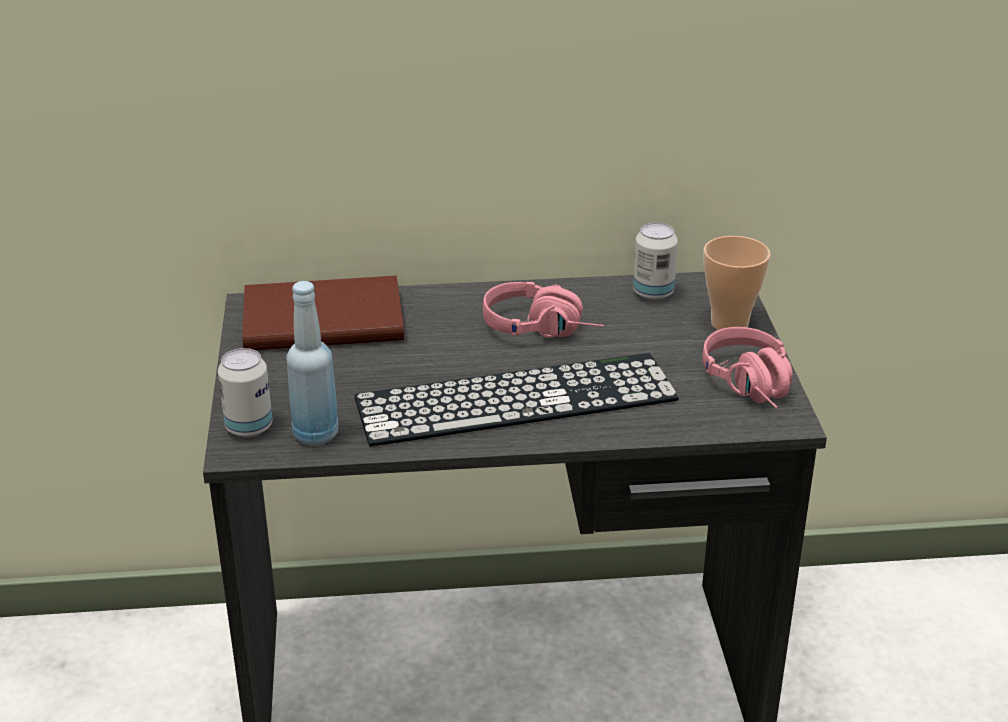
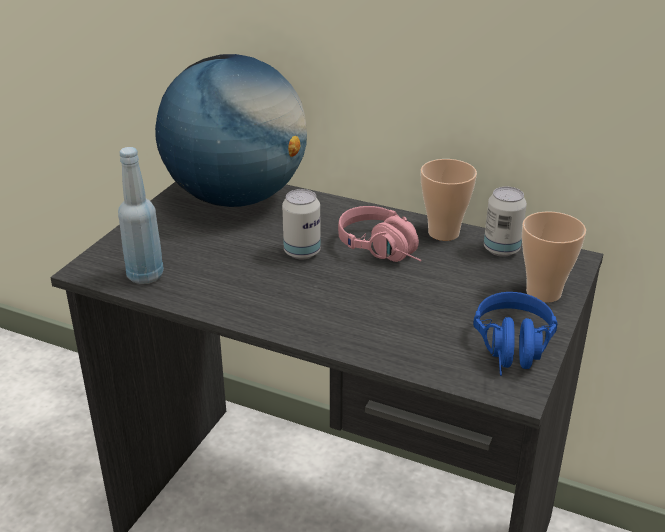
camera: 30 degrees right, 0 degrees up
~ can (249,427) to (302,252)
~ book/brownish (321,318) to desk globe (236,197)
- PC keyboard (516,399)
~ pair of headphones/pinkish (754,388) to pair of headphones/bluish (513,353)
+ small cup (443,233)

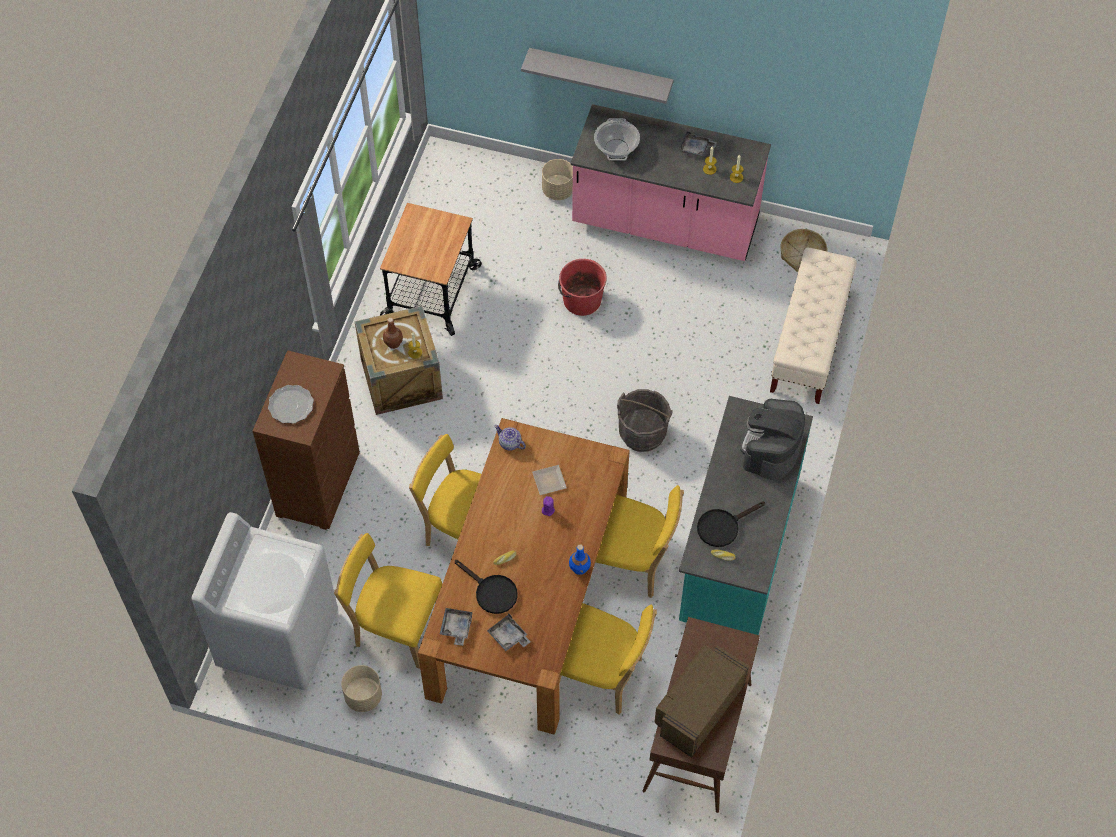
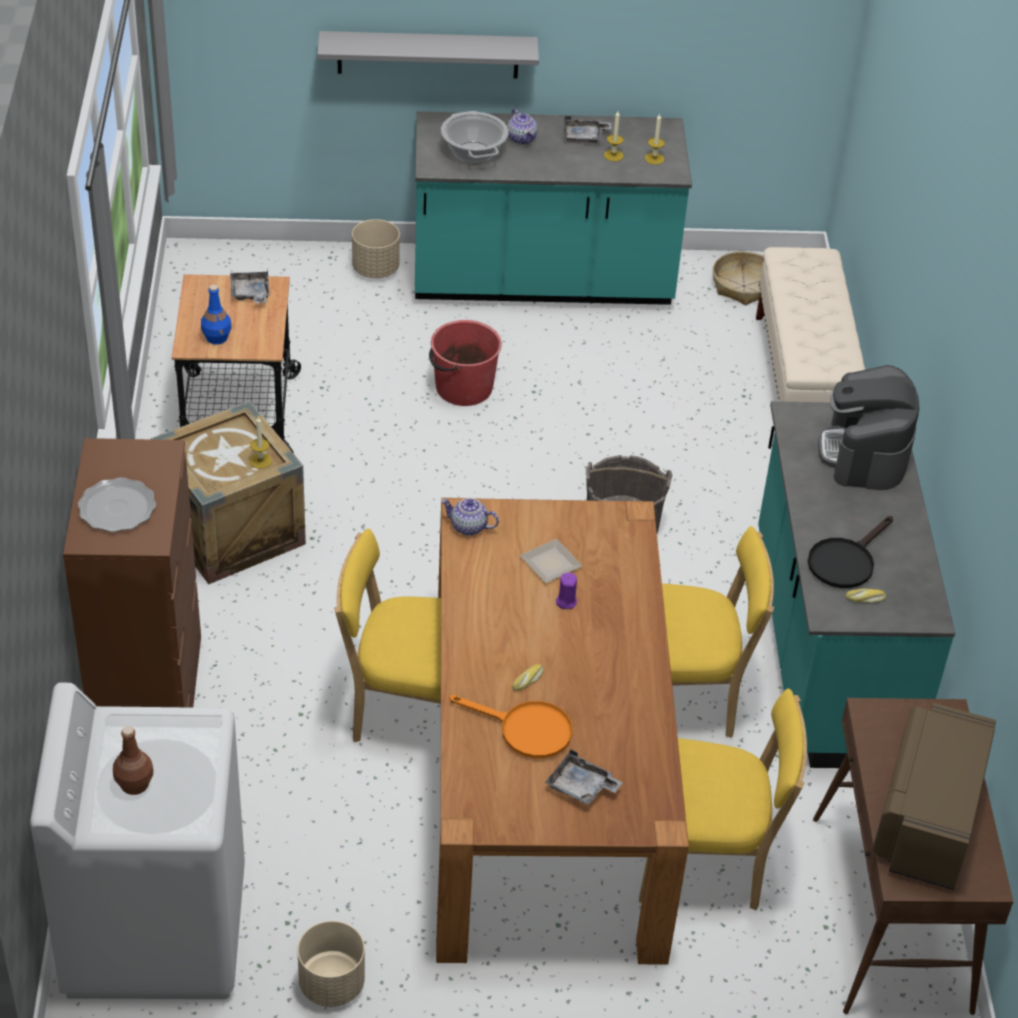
camera: 20 degrees left, 15 degrees down
- plain chair/yellowish (395,627)
~ drink bottle/brownish (393,342) to (134,783)
~ carrying tray/greyish (456,628) to (250,293)
~ pan/blackish (491,592) to pan/orangey (526,730)
~ drink bottle/bluish (580,567) to (217,337)
~ kitchen counter/pinkish (665,224) to kitchen counter/turquoise (542,282)
+ tea pot (521,138)

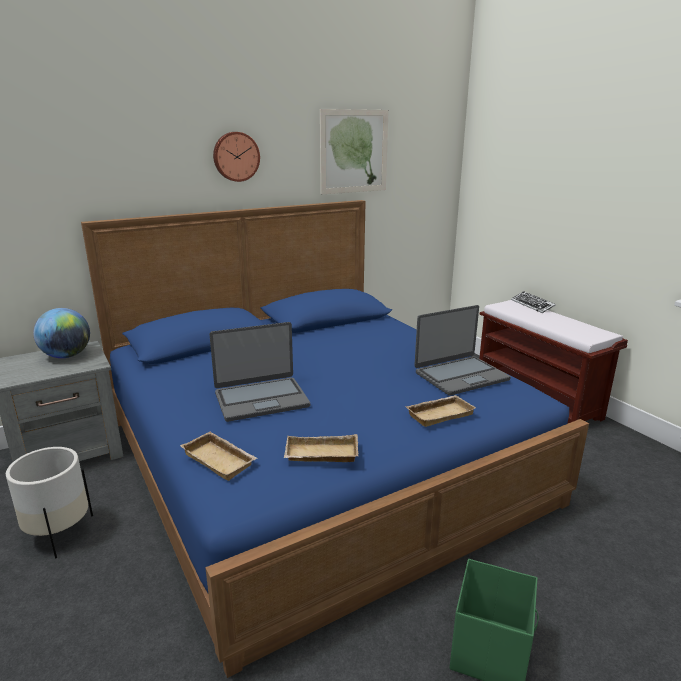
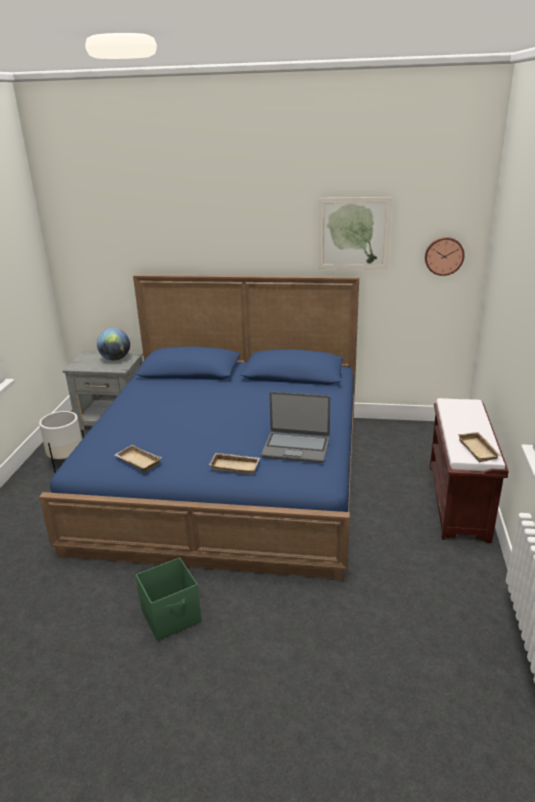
camera: 40 degrees right, 5 degrees up
~ carrying tray/beige-coloured (221,459) to (479,450)
- laptop (261,399)
~ wall clock (236,156) to (444,255)
- PC keyboard (532,305)

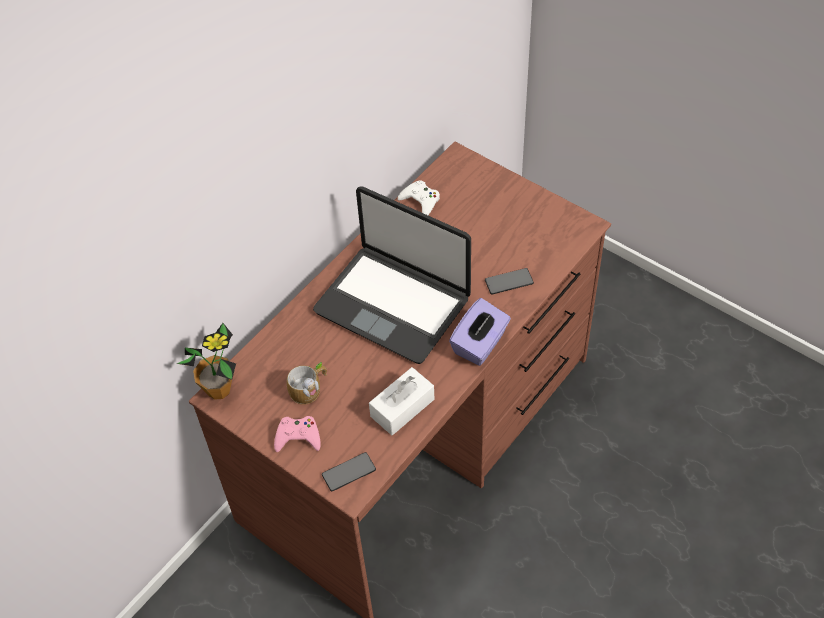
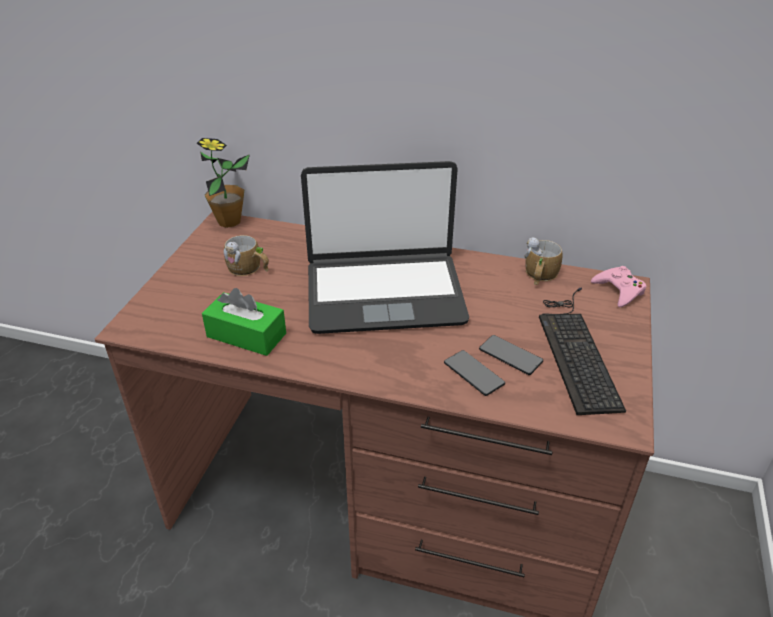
camera: 65 degrees right, 15 degrees down
~ game controller/pinkish (298,437) to (619,290)
~ laptop (393,304) = (384,293) 105 degrees counterclockwise
~ phone (349,472) to (510,356)
~ tissue box/white-coloured (402,408) to tissue box/green (246,335)
~ game controller/white-coloured (420,201) to tea mug (539,275)
- tissue box/purple-coloured (480,344)
+ PC keyboard (576,349)

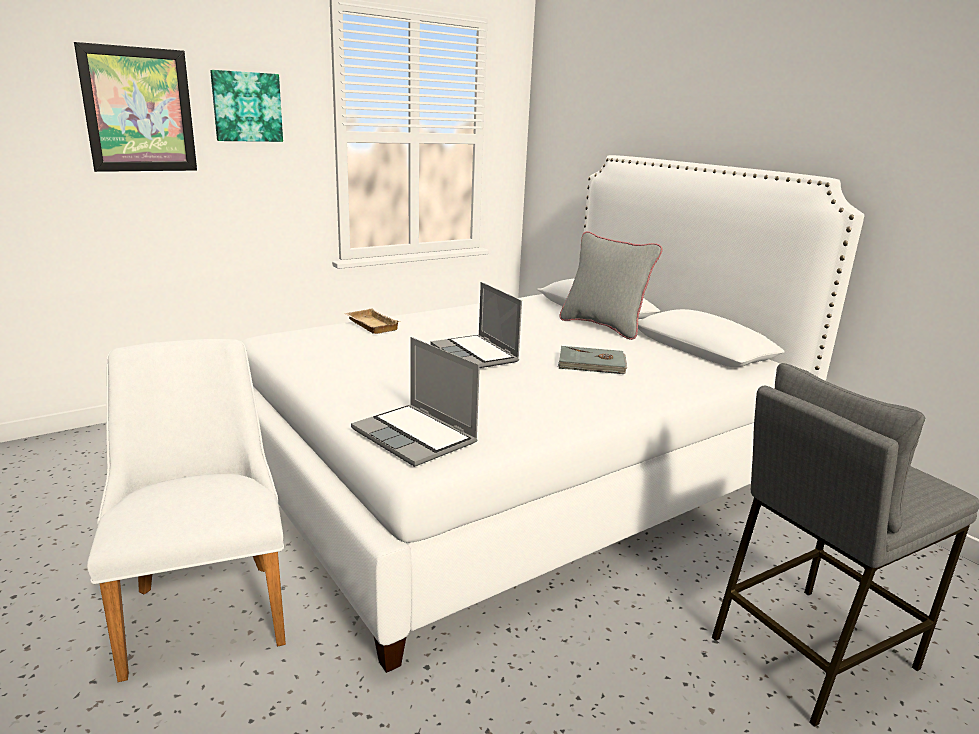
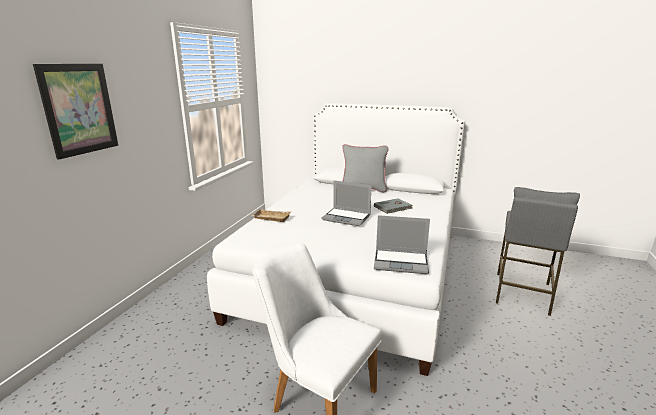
camera: 35 degrees left, 0 degrees up
- wall picture (247,107)

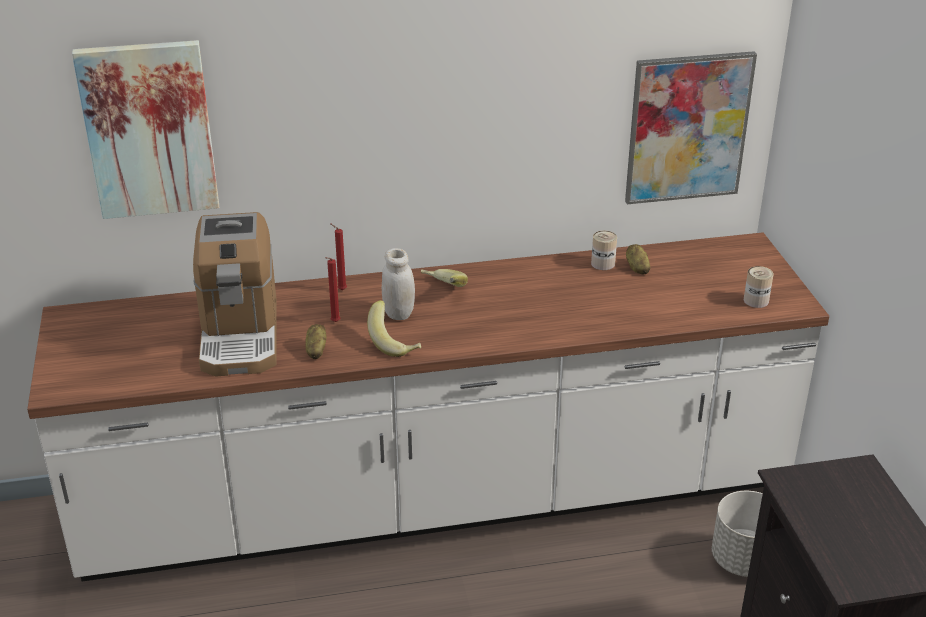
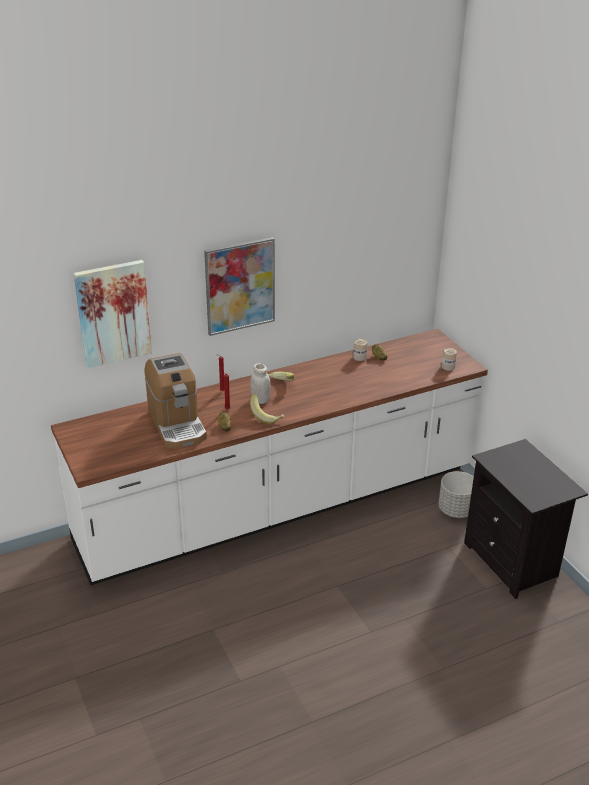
camera: 15 degrees left, 0 degrees up
~ wall picture (688,128) to (240,286)

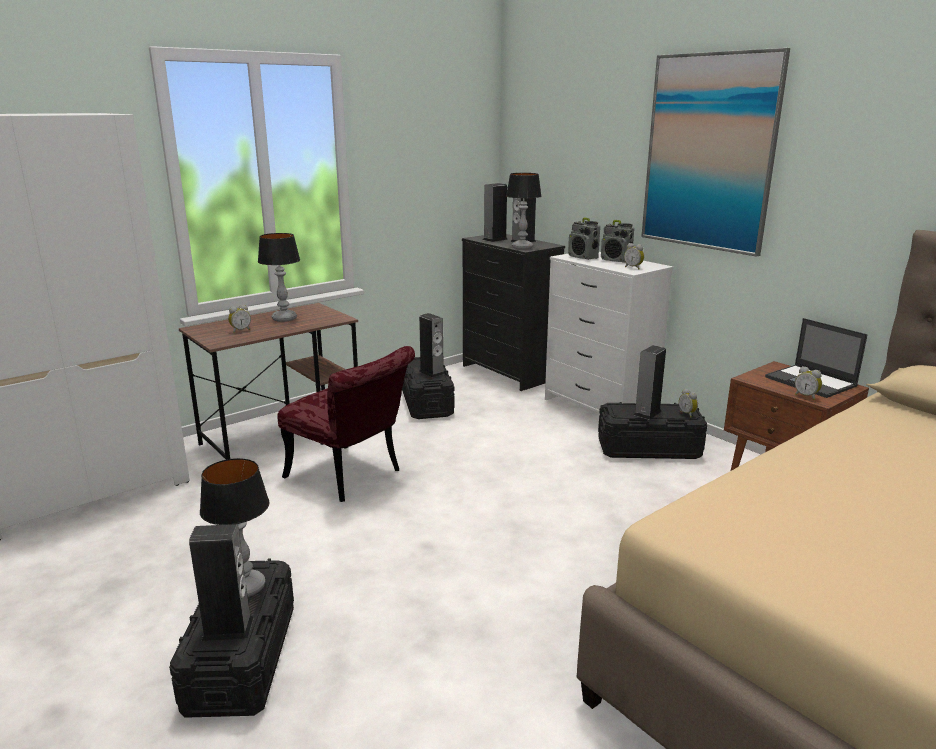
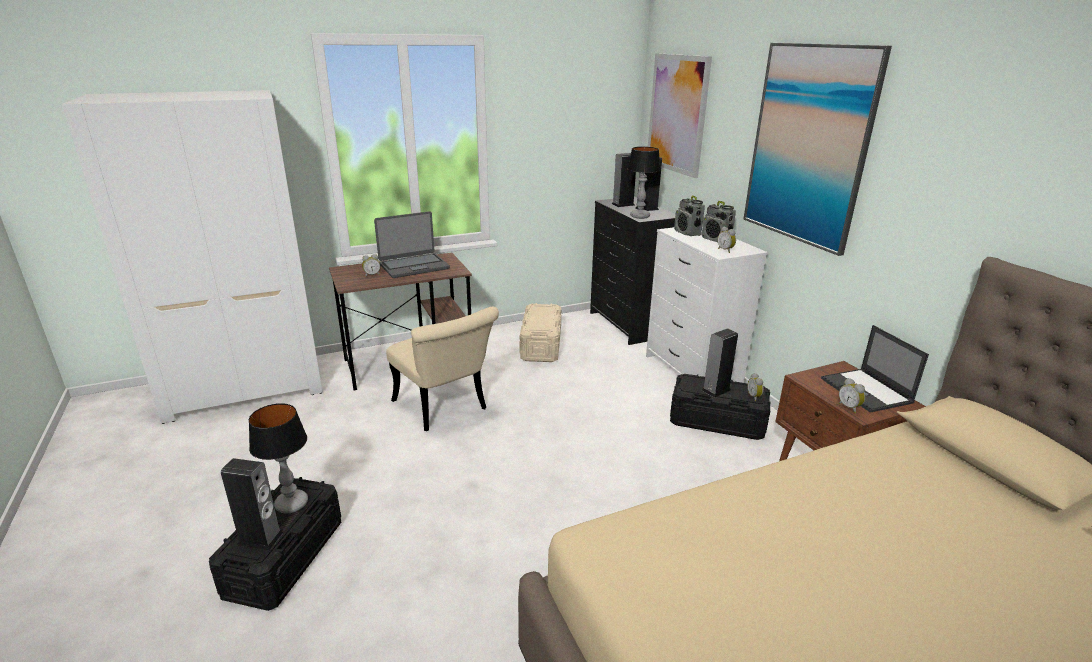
camera: 15 degrees right, 5 degrees up
~ tabletop lamp (284,318) to laptop (414,266)
~ plain chair/red (351,477) to plain chair/beige-coloured (445,409)
~ storage container/blackish (426,402) to storage container/beige-coloured (541,345)
- audio speaker (432,372)
+ wall picture (677,114)

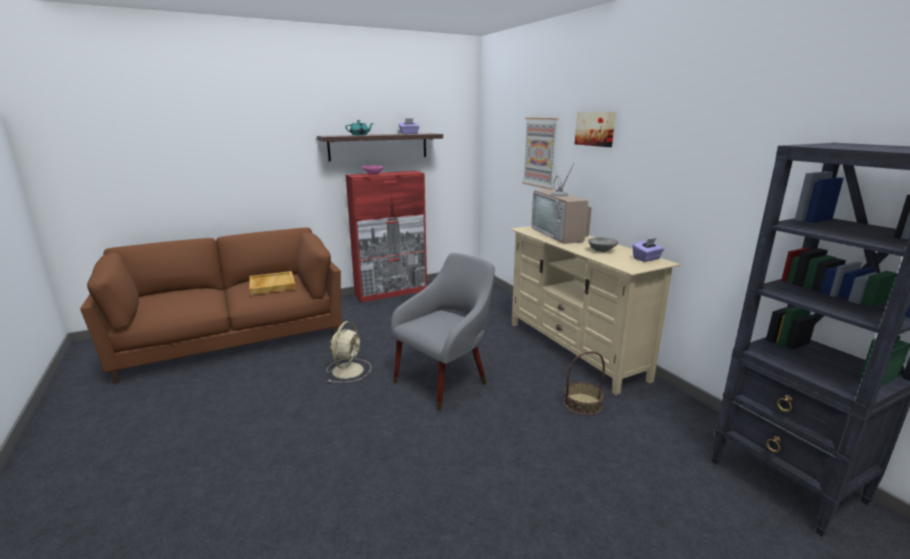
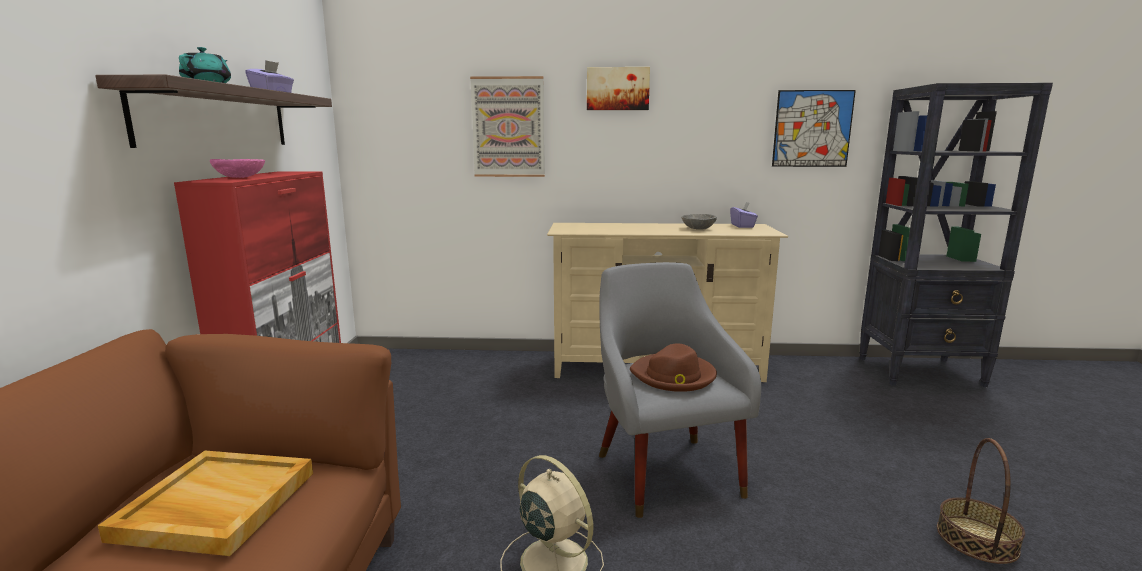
camera: 60 degrees left, 5 degrees down
- TV set (560,234)
~ household basket (582,404) to (977,539)
+ hat/brownish (673,376)
+ wall picture (812,129)

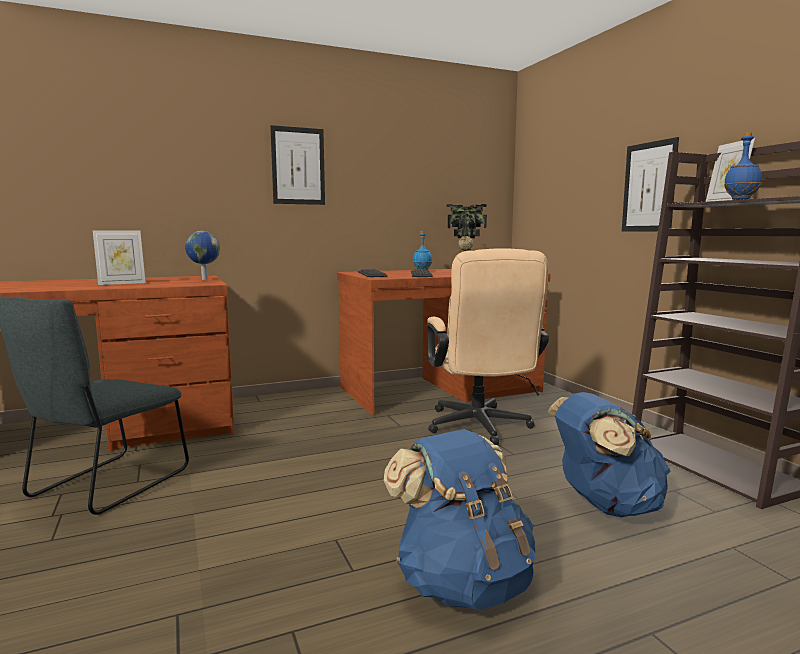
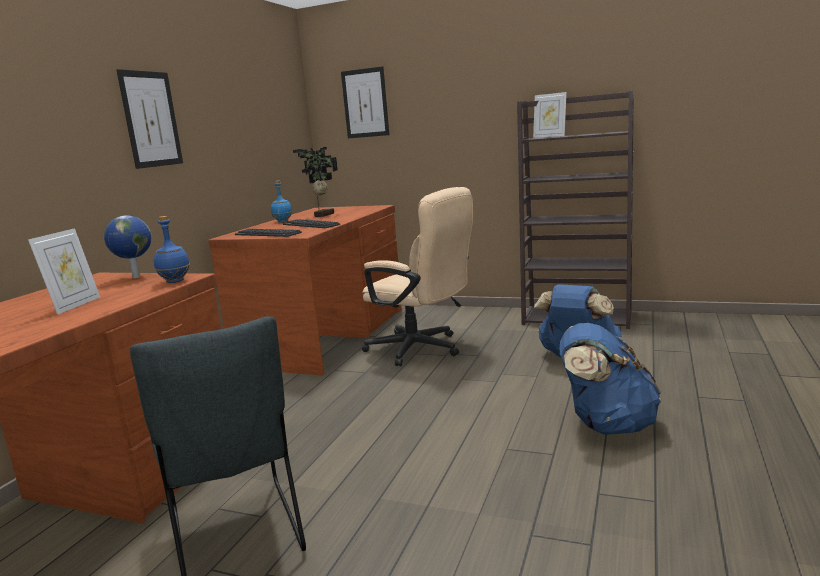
camera: 45 degrees left, 5 degrees up
~ wall picture (649,187) to (365,103)
~ drink bottle/bluish (740,199) to (174,281)

